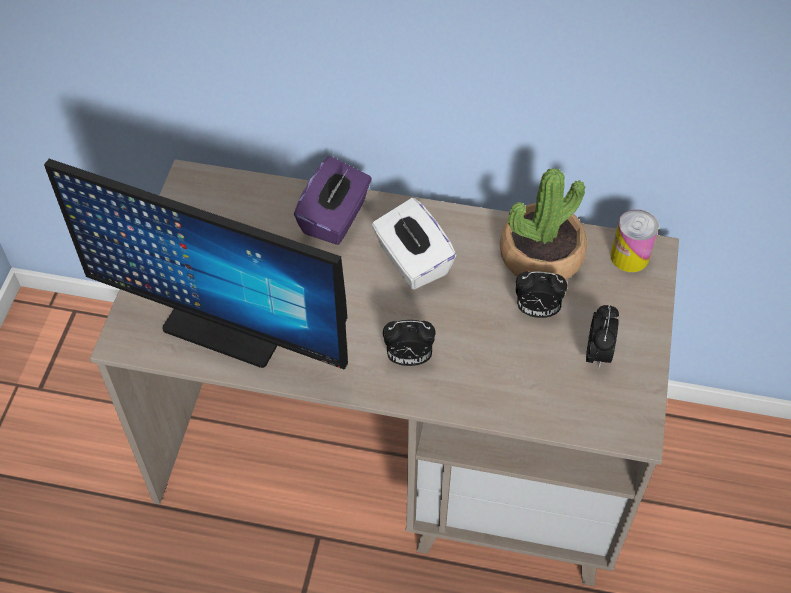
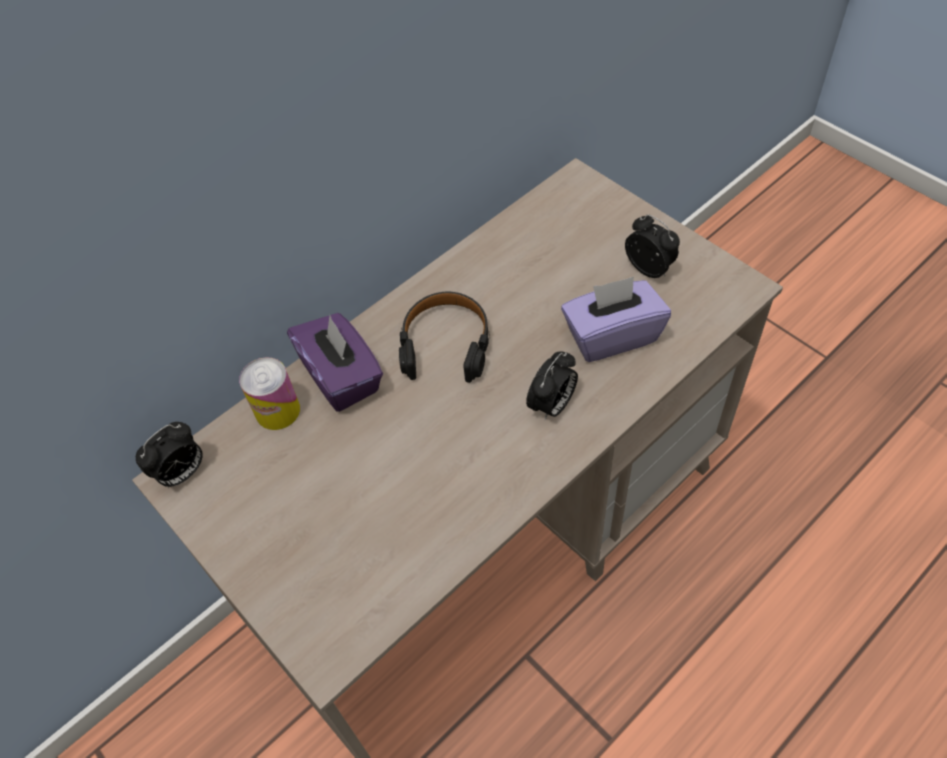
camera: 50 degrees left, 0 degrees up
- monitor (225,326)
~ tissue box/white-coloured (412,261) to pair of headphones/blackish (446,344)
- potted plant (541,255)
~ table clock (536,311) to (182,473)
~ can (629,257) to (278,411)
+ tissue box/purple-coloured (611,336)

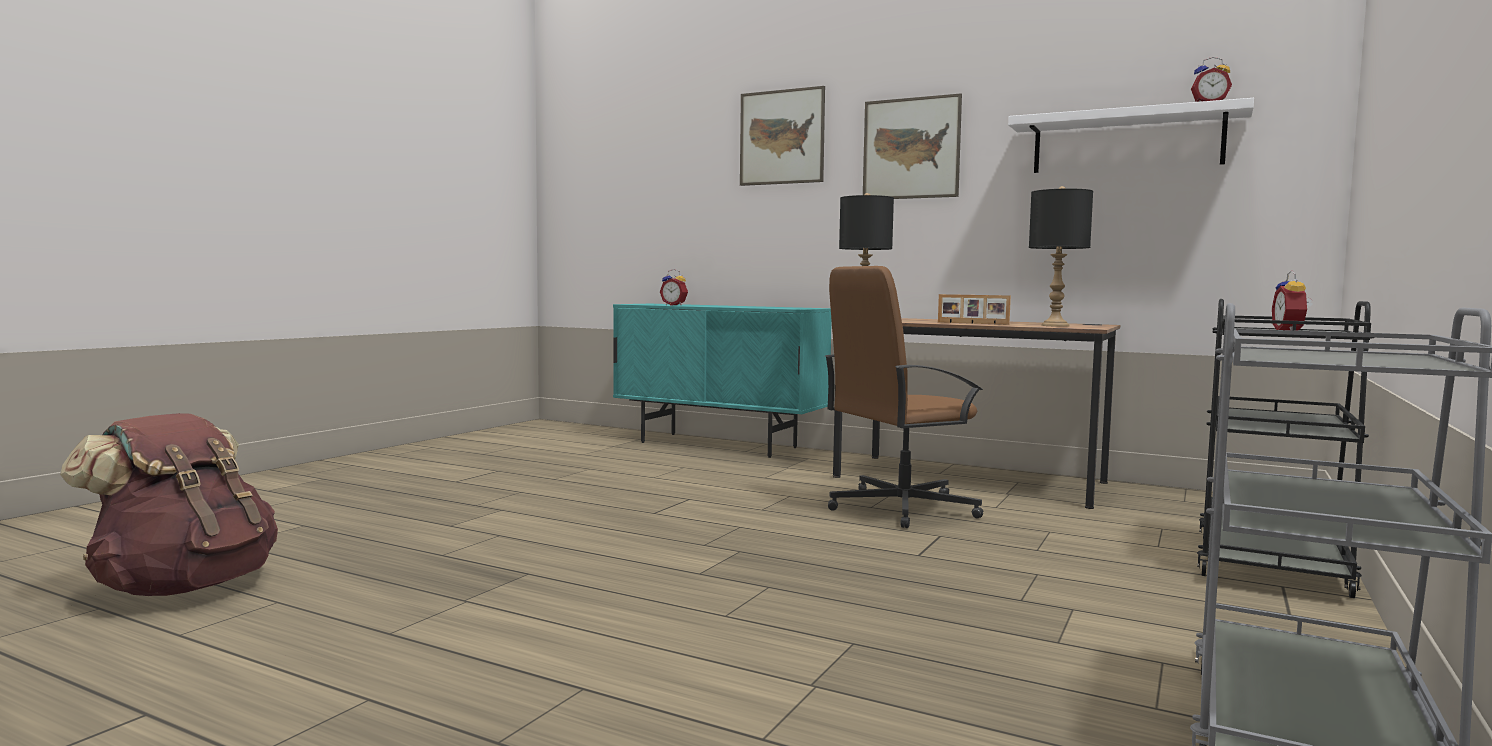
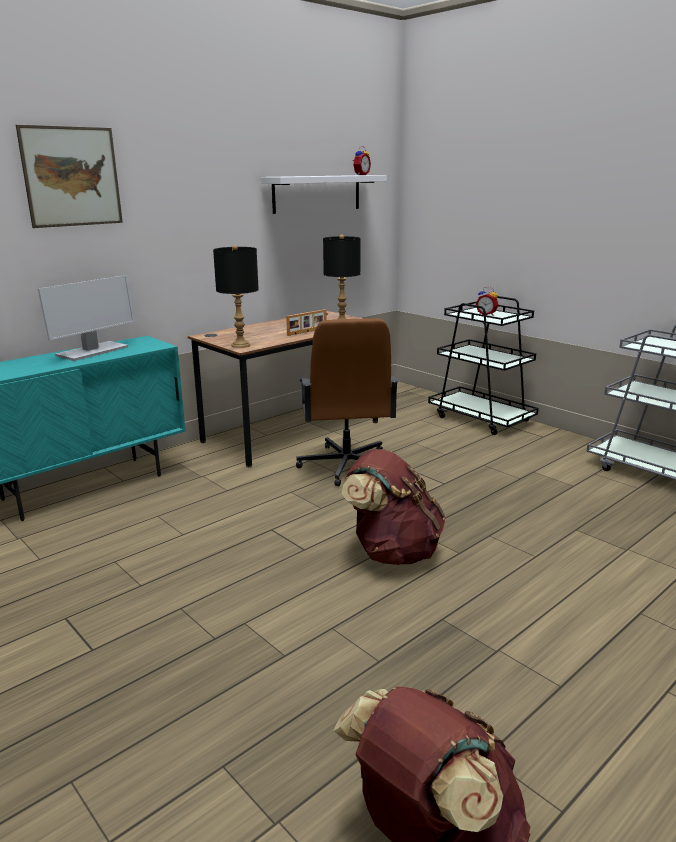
camera: 70 degrees left, 15 degrees up
- table clock (674,305)
- wall picture (911,148)
+ monitor (92,352)
+ knapsack/brownish (392,552)

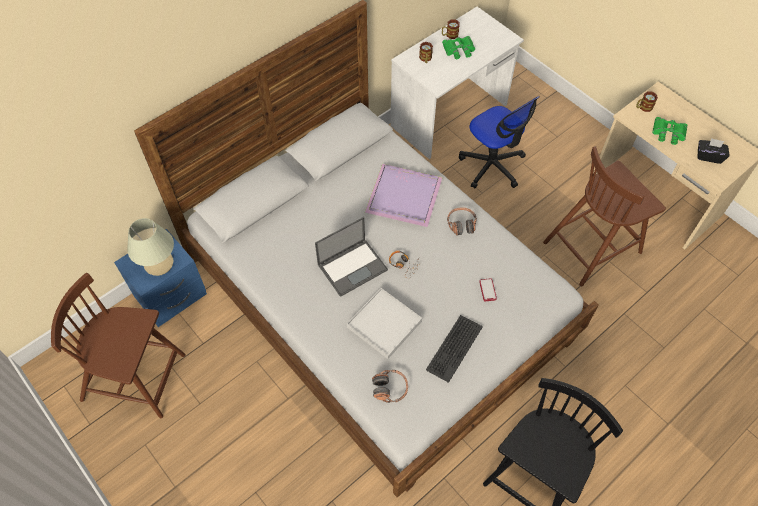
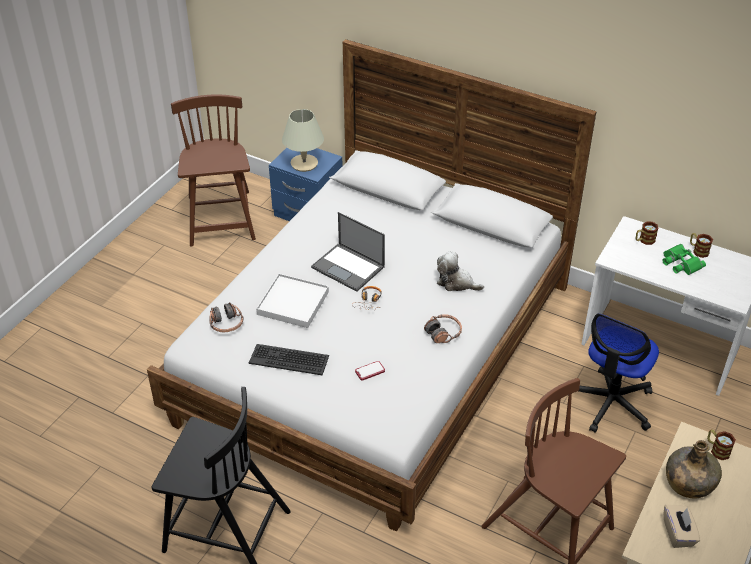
camera: 70 degrees right, 15 degrees down
~ carrying tray/purple-coloured (405,195) to soft toy (456,282)
~ pair of binoculars/green (668,133) to drink bottle/green (688,482)
~ tissue box/blackish (709,156) to tissue box/beige-coloured (678,533)

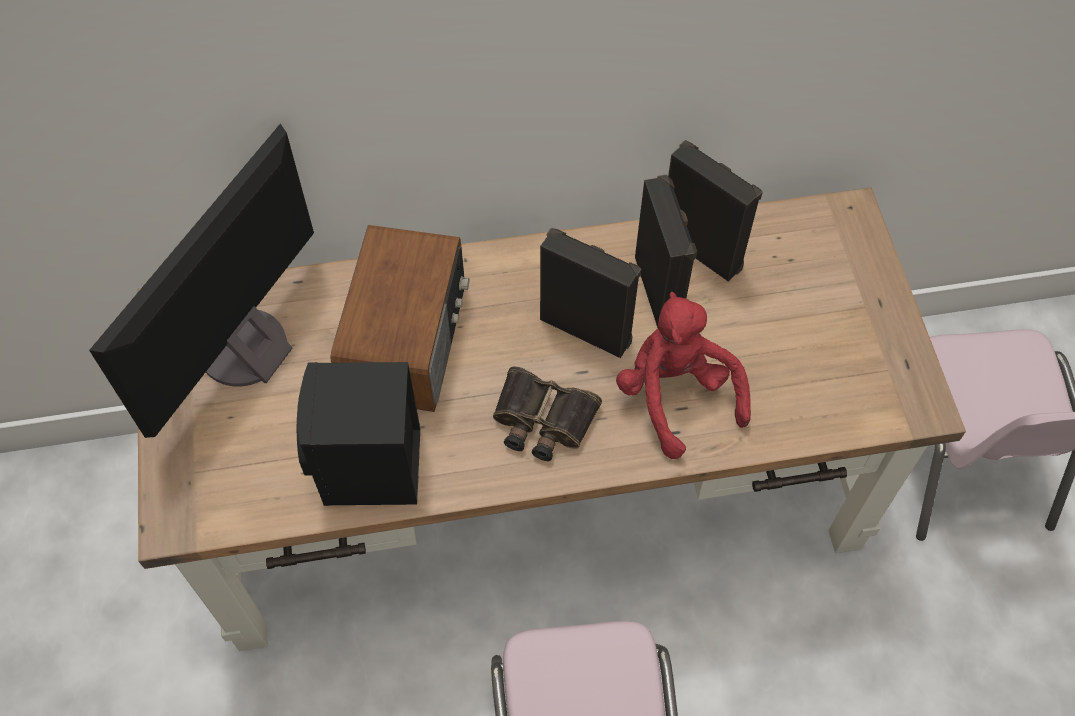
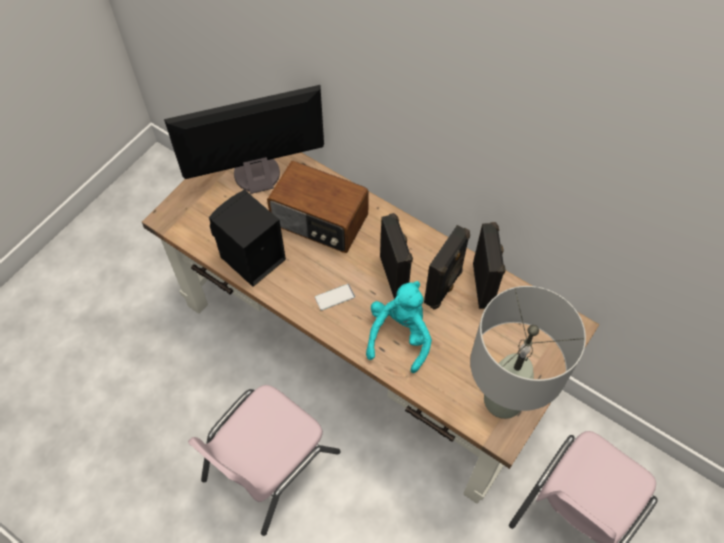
camera: 45 degrees right, 0 degrees up
~ radio (408,340) = (319,221) 60 degrees clockwise
~ pair of binoculars (541,420) to phone (334,297)
~ soft toy/red (676,396) to soft toy/turquoise (400,335)
+ tabletop lamp/greyish (502,401)

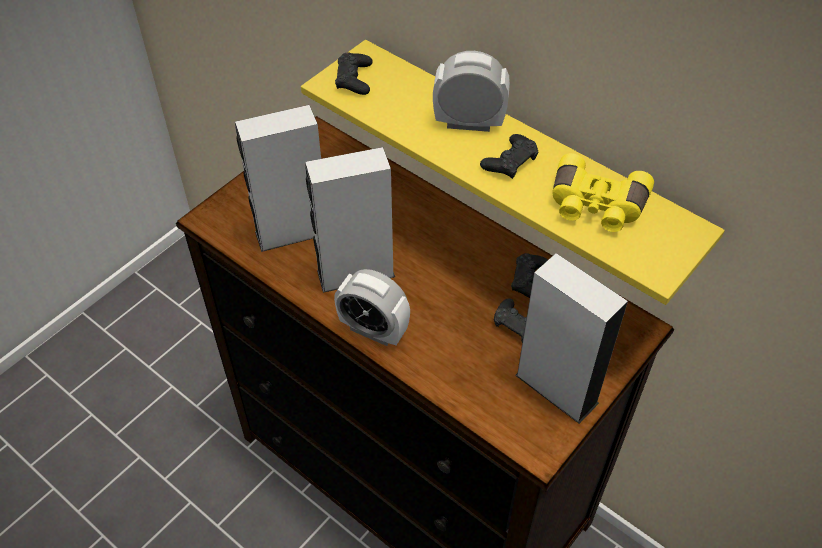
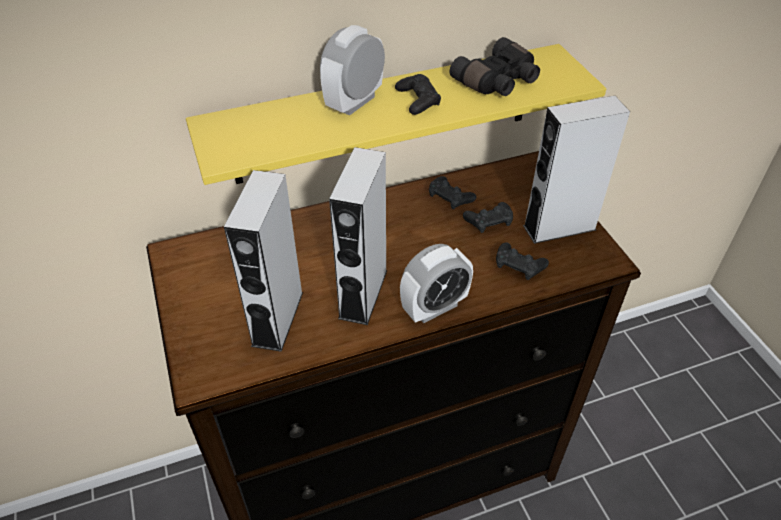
camera: 60 degrees left, 5 degrees down
~ game controller/blackish (354,79) to (519,265)
~ pair of binoculars/yellowish (595,206) to pair of binoculars/blackish (498,82)

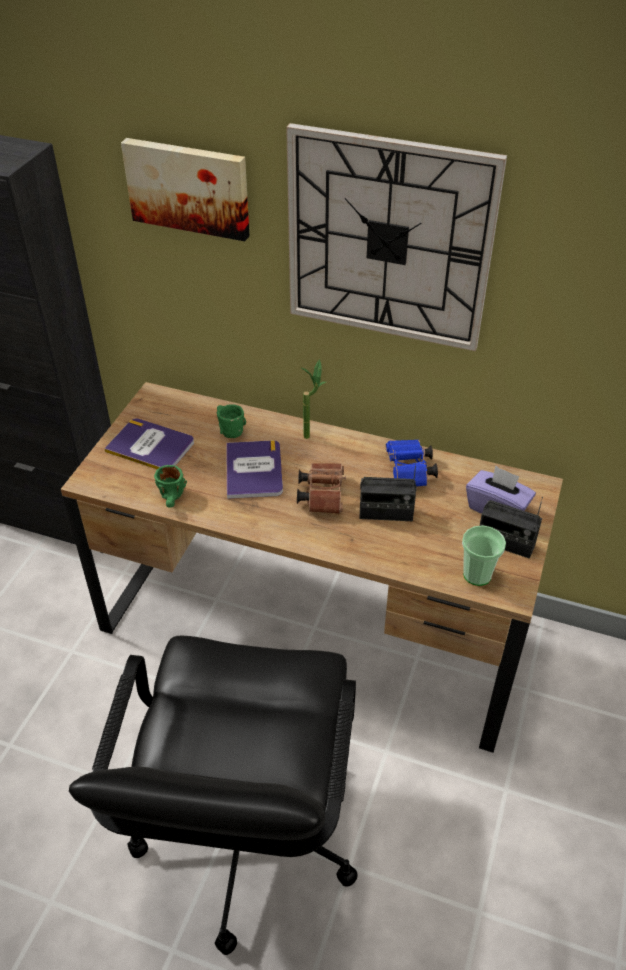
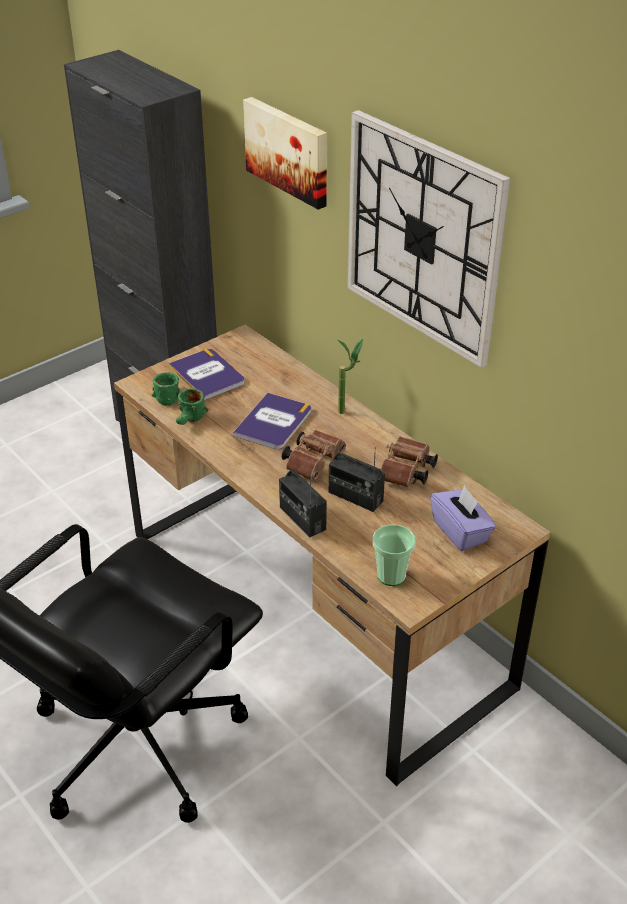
camera: 30 degrees right, 5 degrees down
~ tea mug/green (227,428) to (166,395)
~ pair of binoculars/bluish (409,473) to pair of binoculars/brownish (406,473)
~ radio (505,543) to (302,518)

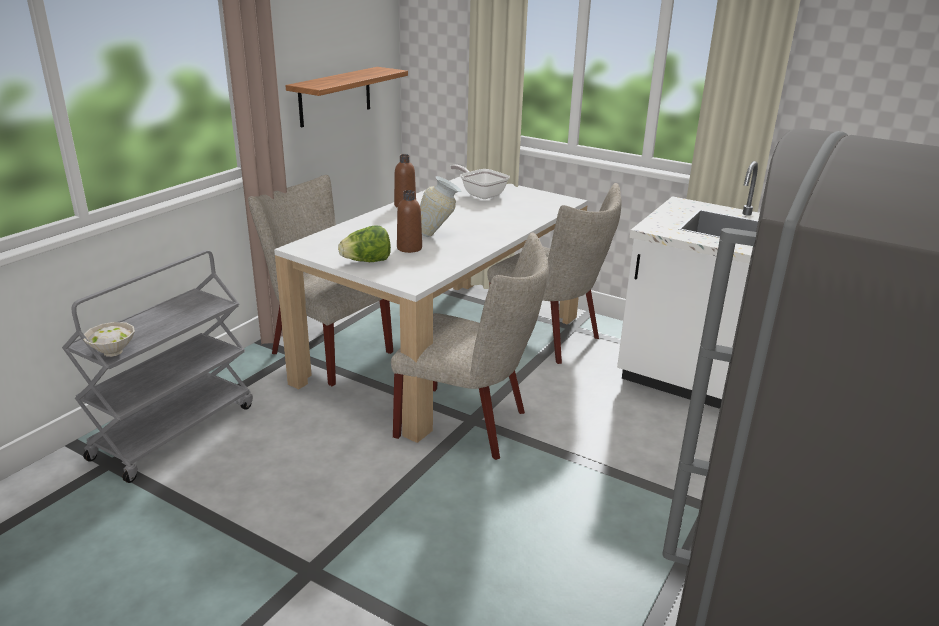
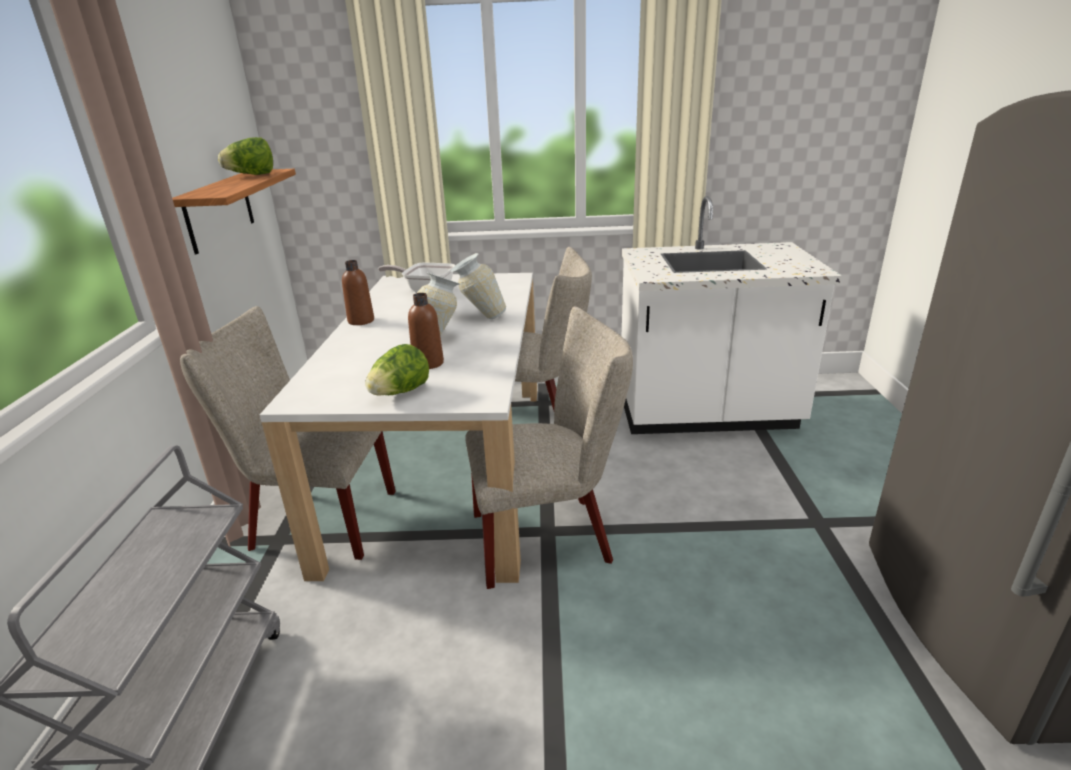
camera: 30 degrees left, 0 degrees up
- serving bowl/white-coloured (112,351)
+ head of lettuce (252,175)
+ vase (480,318)

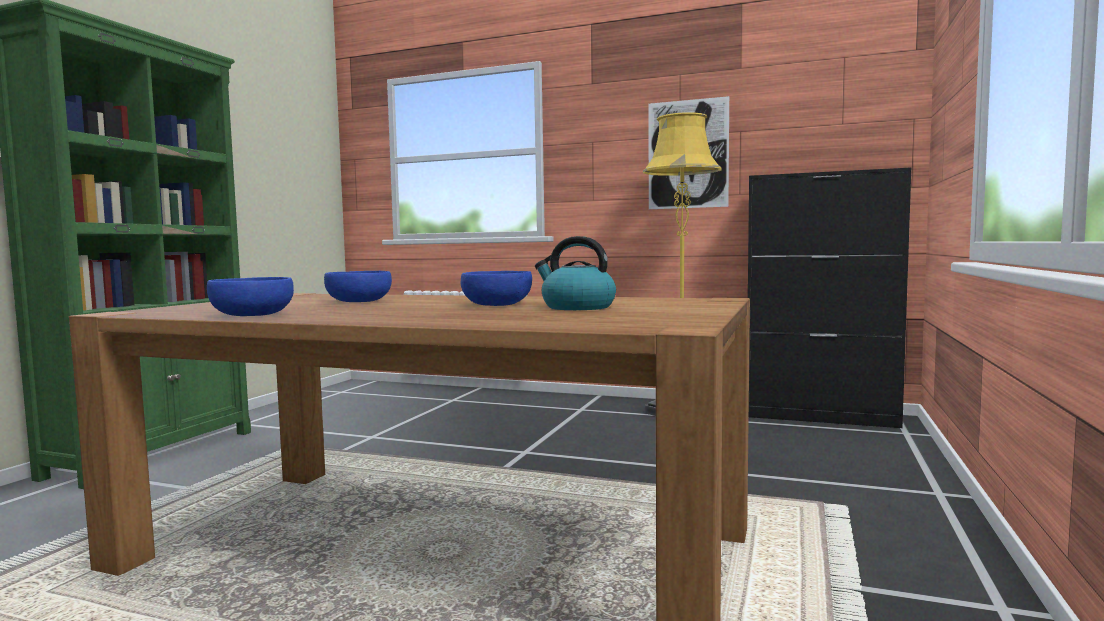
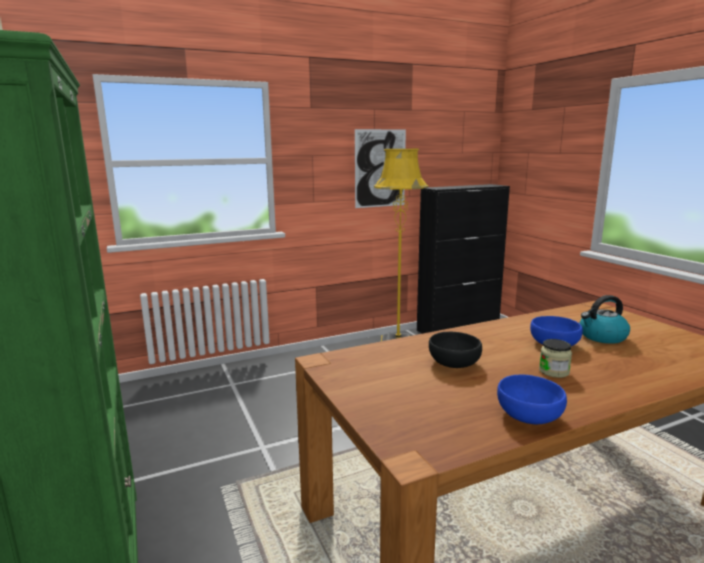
camera: 45 degrees left, 10 degrees up
~ serving bowl/bluish (358,301) to serving bowl/blackish (453,363)
+ storage jar (554,371)

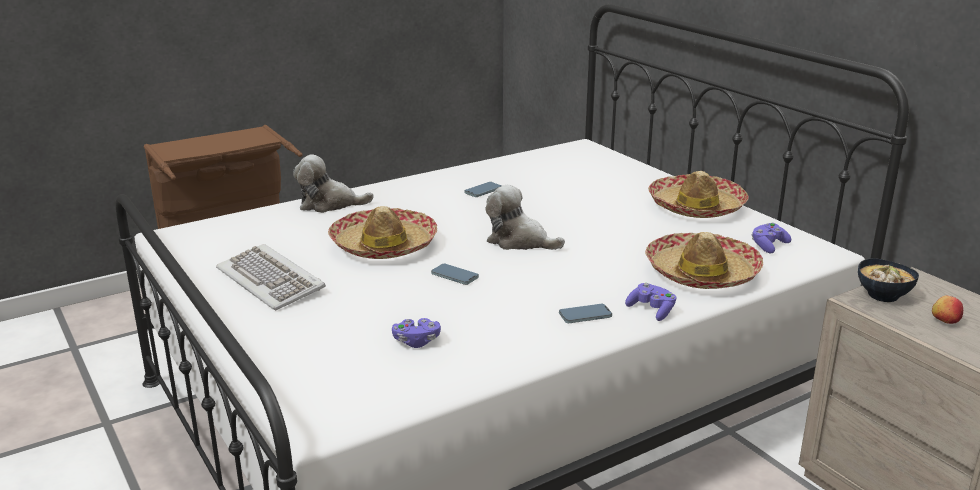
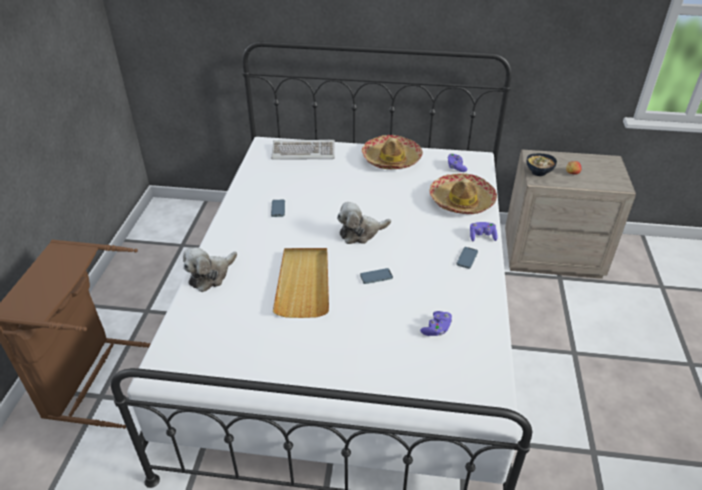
camera: 50 degrees left, 15 degrees up
~ PC keyboard (271,281) to (303,152)
~ hat (383,246) to carrying tray/beige-coloured (303,283)

